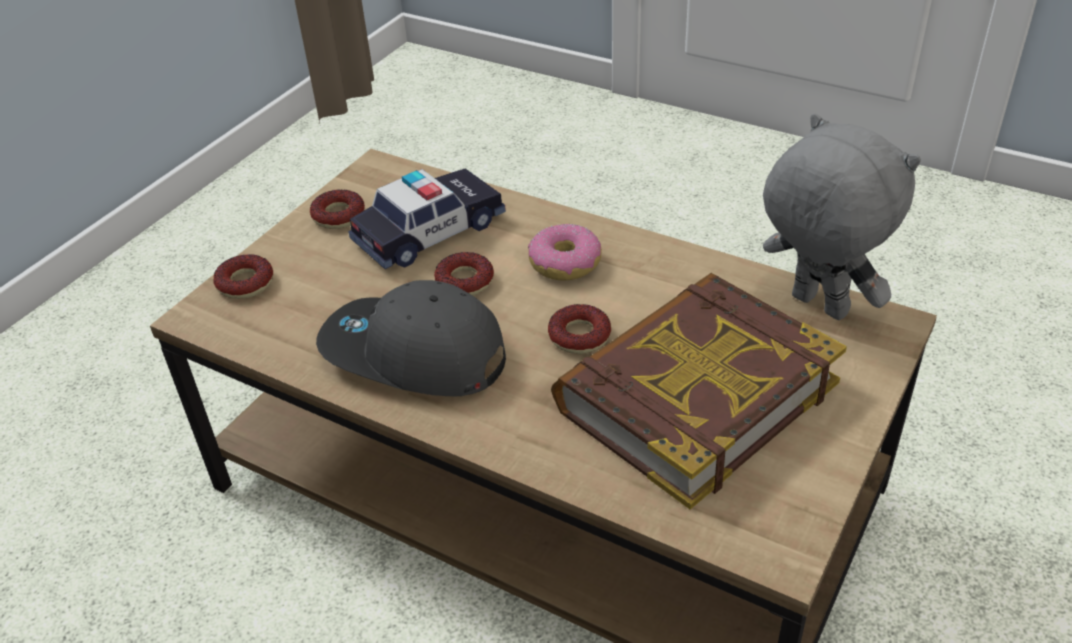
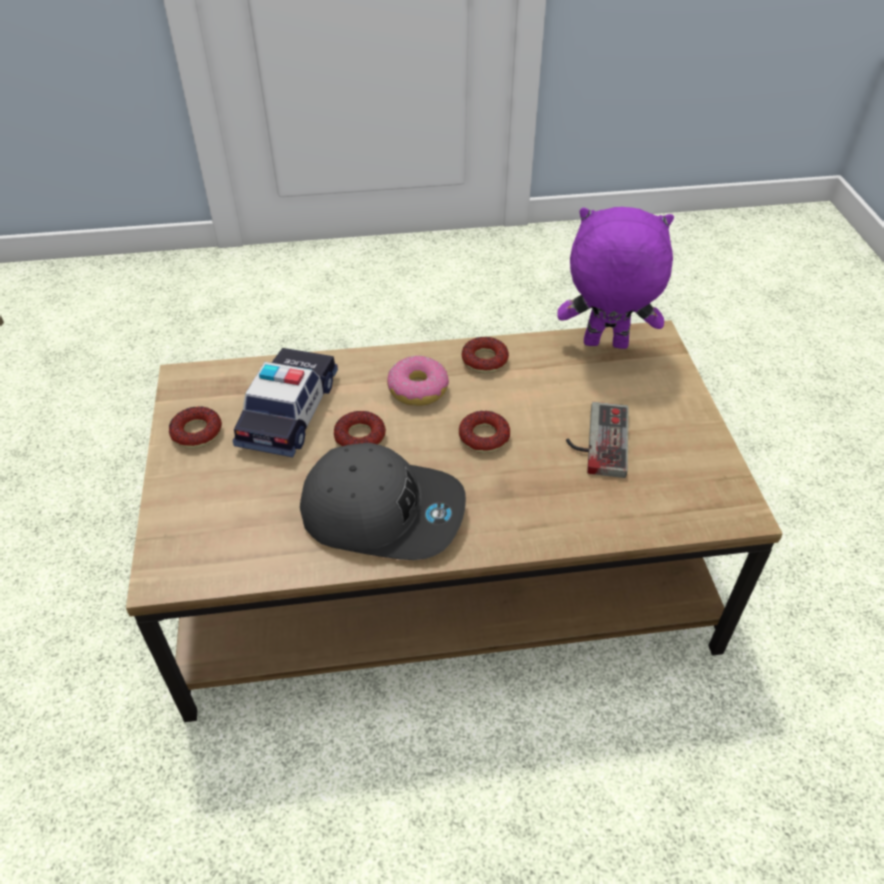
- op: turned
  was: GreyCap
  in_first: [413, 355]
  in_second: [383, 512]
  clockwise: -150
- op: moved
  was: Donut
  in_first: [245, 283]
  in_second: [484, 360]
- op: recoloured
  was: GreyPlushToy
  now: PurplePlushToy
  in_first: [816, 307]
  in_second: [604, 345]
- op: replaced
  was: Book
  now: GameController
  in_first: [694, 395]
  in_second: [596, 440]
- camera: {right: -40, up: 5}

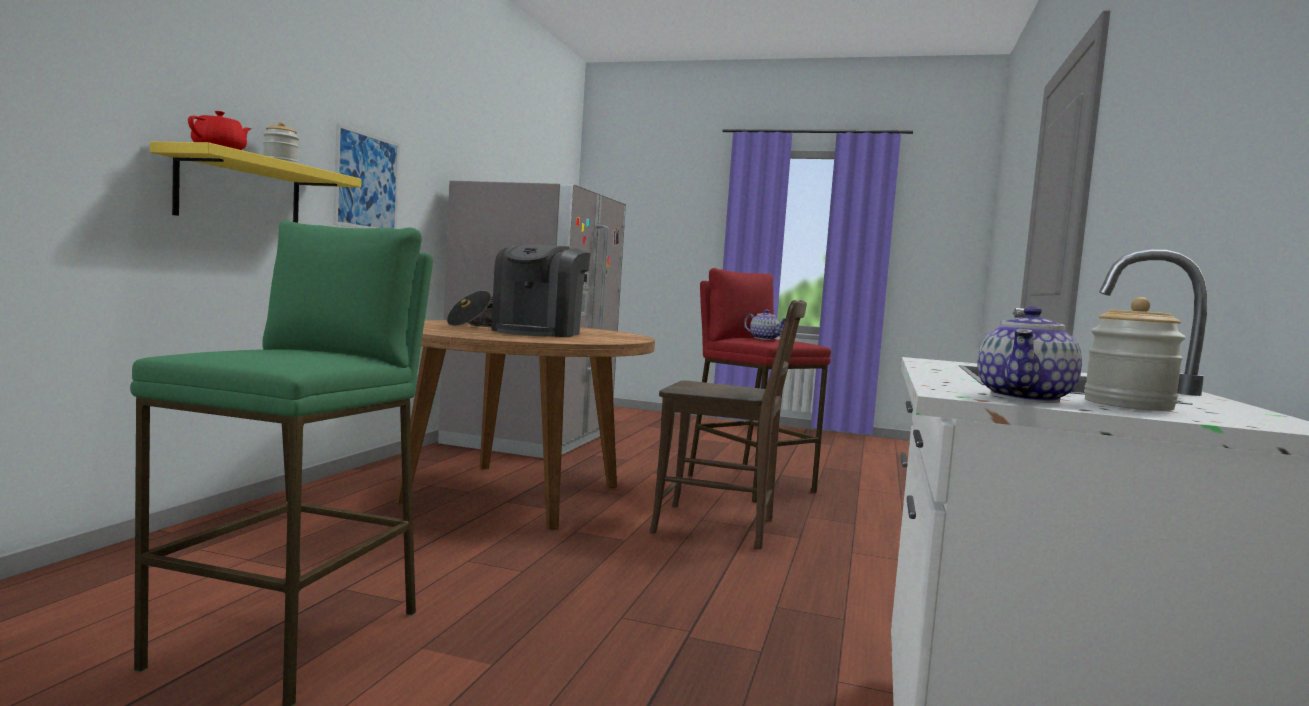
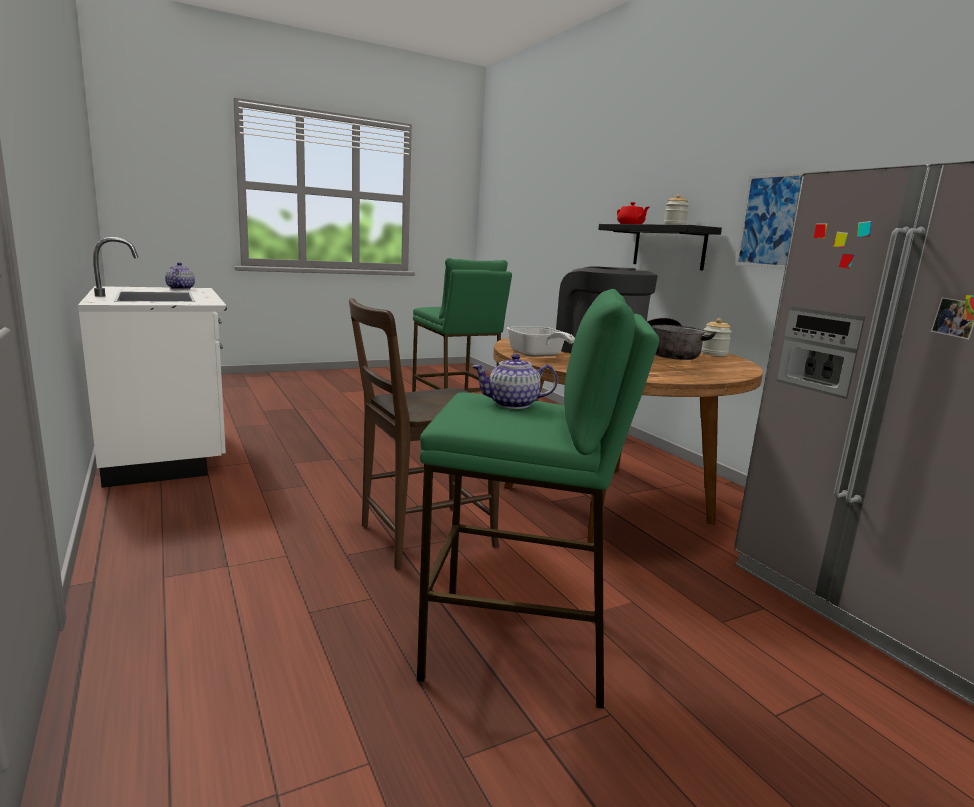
- op: recoloured
  was: RedStool
  now: GreenStool
  in_first: [749, 484]
  in_second: [518, 648]
- op: added
  now: FryingPan
  in_second: [538, 355]
- op: recoloured
  was: YellowShelf
  now: BlackShelf
  in_first: [240, 192]
  in_second: [669, 247]
- op: moved
  was: Jar
  in_first: [1128, 405]
  in_second: [713, 354]
- camera: {right: 135, up: 10}

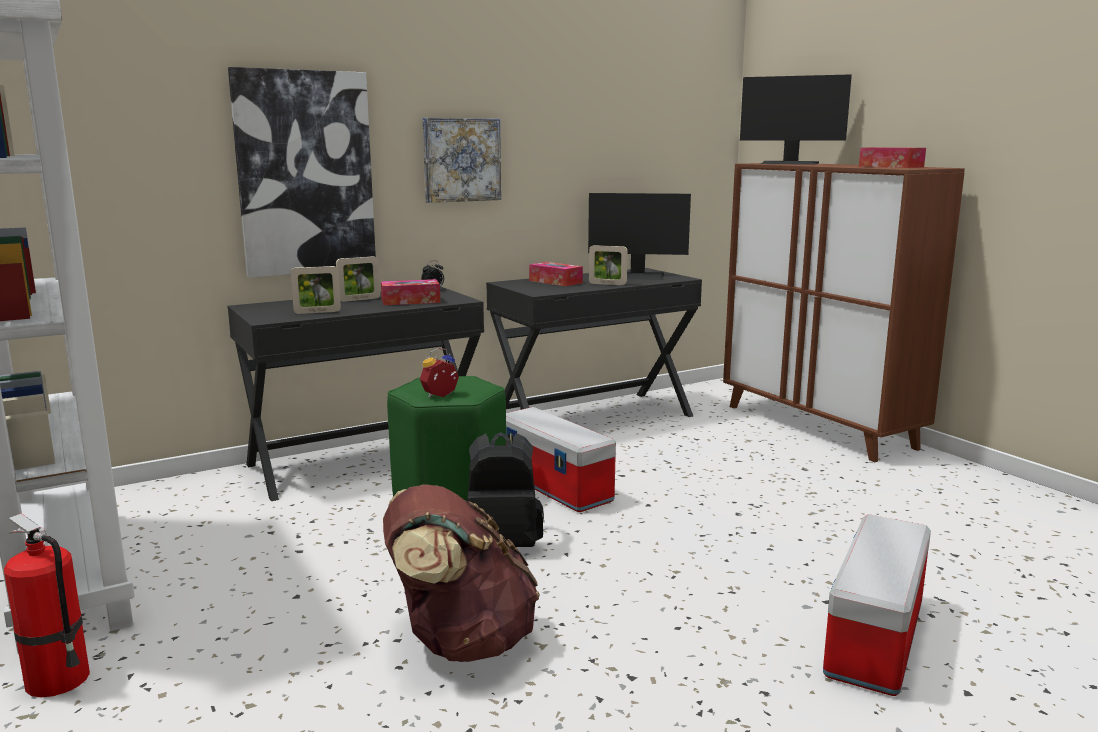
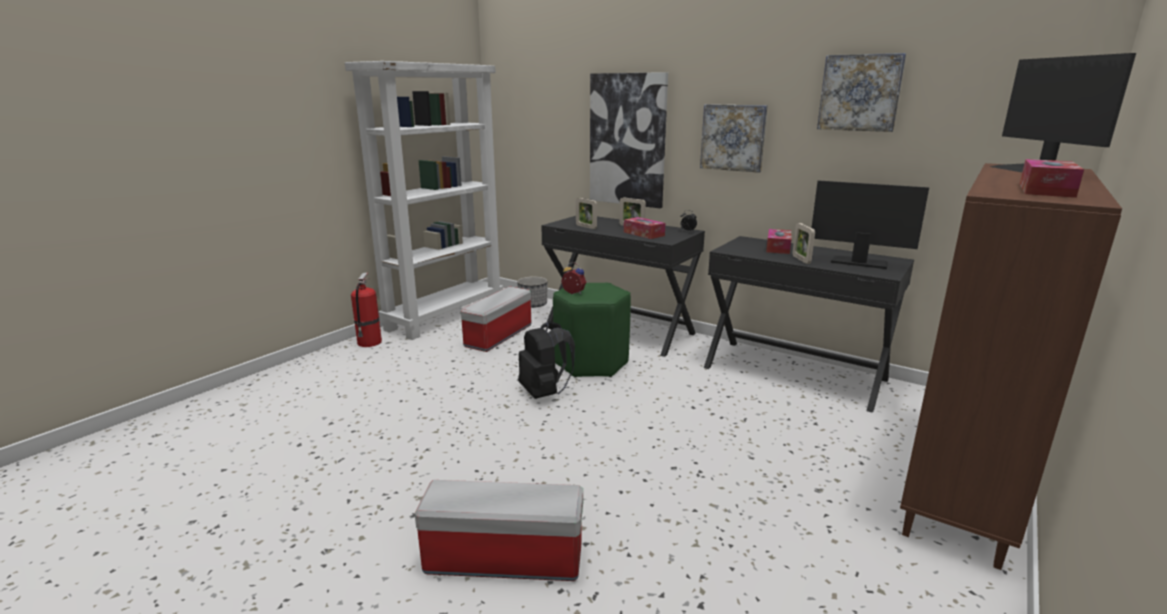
- op: moved
  was: StorageBox
  in_first: [556, 487]
  in_second: [498, 336]
- op: added
  now: Planter
  in_second: [533, 304]
- op: turned
  was: Monitor
  in_first: [637, 276]
  in_second: [858, 262]
  clockwise: 135
- op: added
  now: Picture
  in_second: [860, 93]
- op: removed
  was: BrownBackpack
  in_first: [460, 641]
- camera: {right: 65, up: 5}

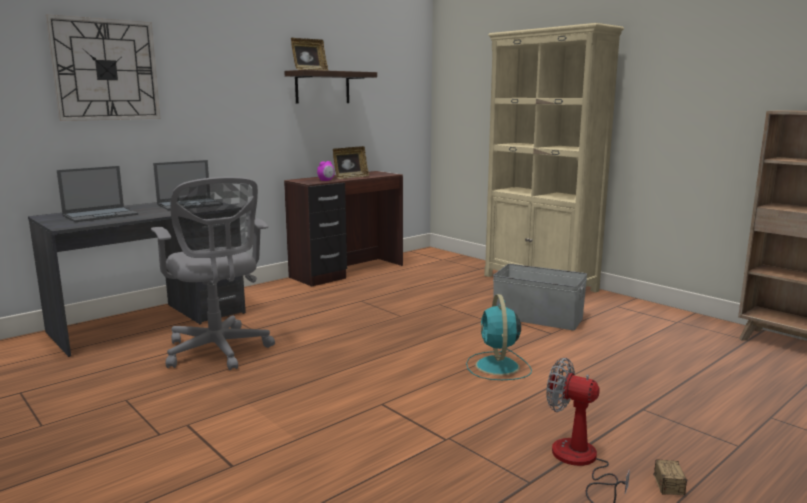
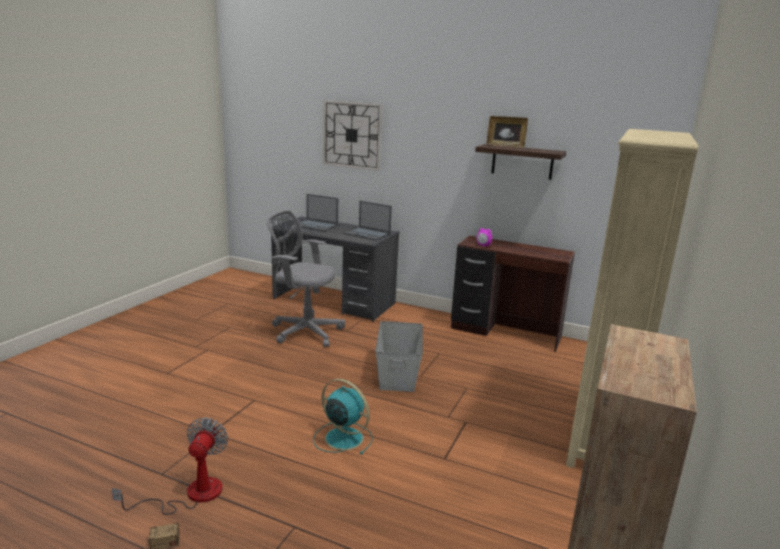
- op: turned
  was: GreyOfficeChair
  in_first: [218, 351]
  in_second: [304, 331]
  clockwise: 75
- op: turned
  was: TurquoiseFan
  in_first: [497, 367]
  in_second: [342, 437]
  clockwise: 60
- op: moved
  was: GreyStorageBox
  in_first: [537, 317]
  in_second: [398, 372]
- op: removed
  was: PictureFrame
  in_first: [350, 177]
- camera: {right: 65, up: 5}

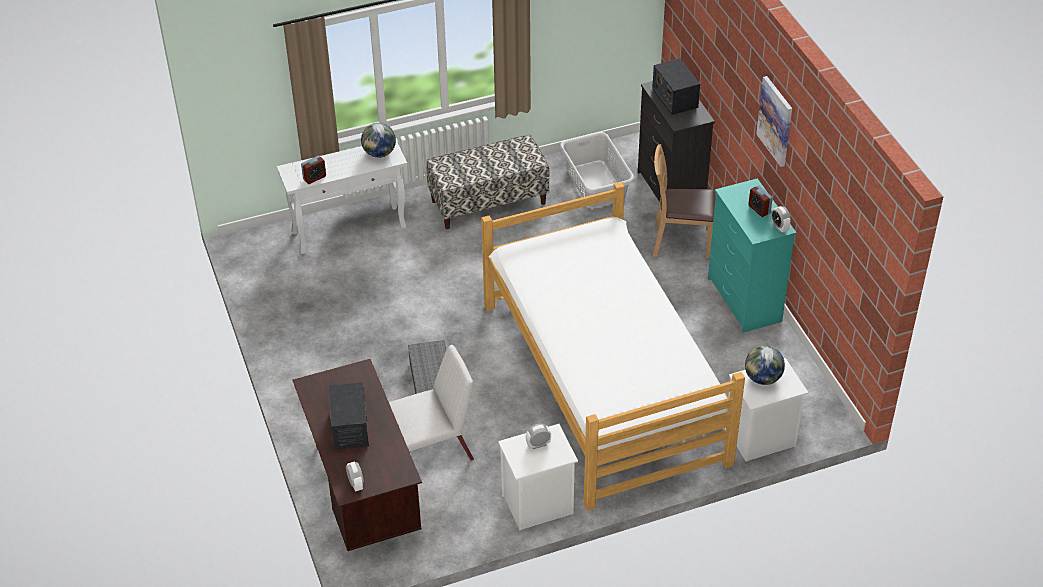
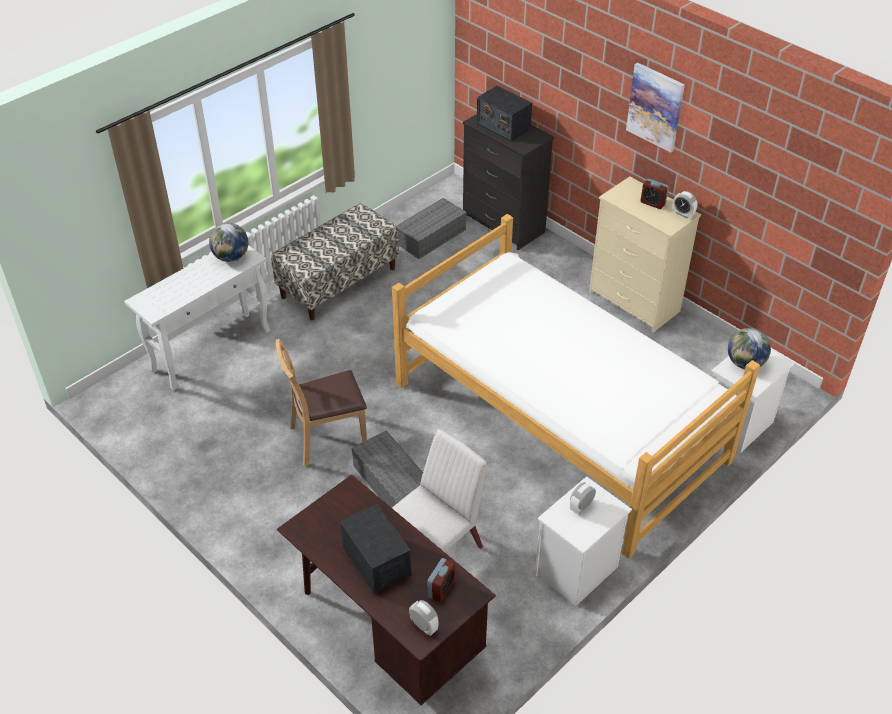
- op: moved
  was: BrownChair
  in_first: [680, 241]
  in_second: [327, 438]
- op: replaced
  was: GreyLaundryBasket
  now: GreyStorageBox
  in_first: [595, 184]
  in_second: [431, 237]
- op: moved
  was: AlarmClock
  in_first: [314, 178]
  in_second: [441, 589]
- op: recoloured
  was: TurquoiseDresser
  now: BeigeDresser
  in_first: [744, 300]
  in_second: [634, 302]
- camera: {right: -25, up: 0}

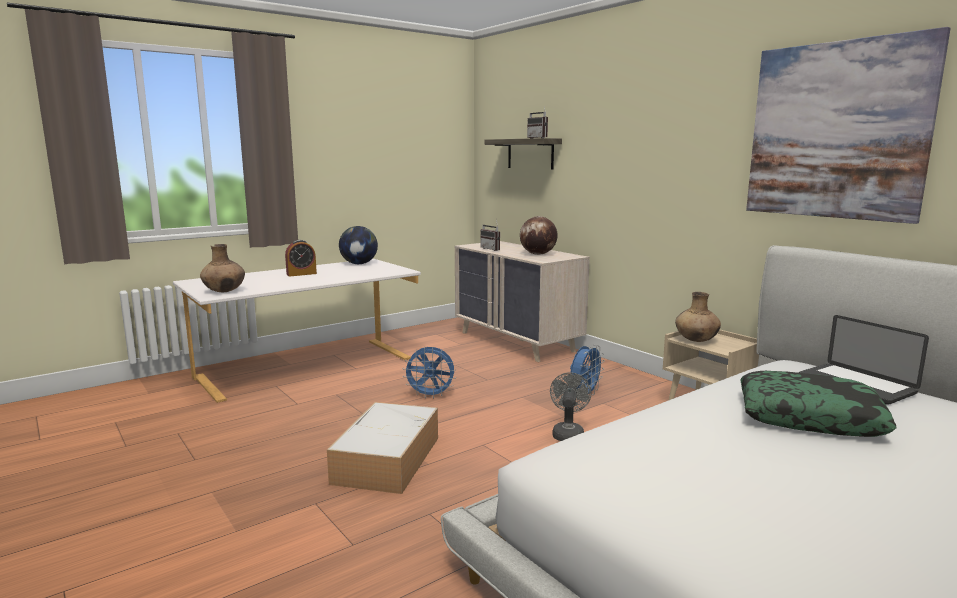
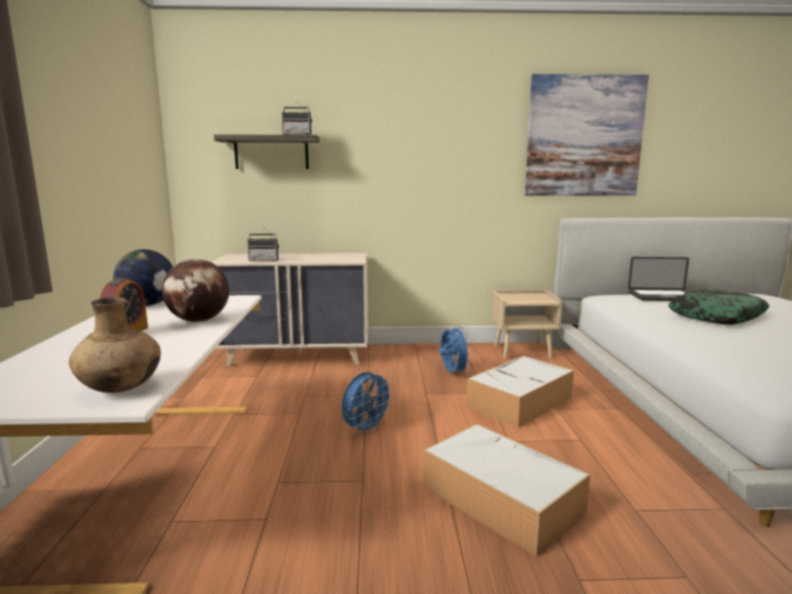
- op: moved
  was: Globe
  in_first: [538, 254]
  in_second: [199, 321]
- op: replaced
  was: GreyFan
  now: StorageBox
  in_first: [568, 433]
  in_second: [519, 402]
- op: removed
  was: BrownVase
  in_first: [696, 340]
- camera: {right: -55, up: 0}

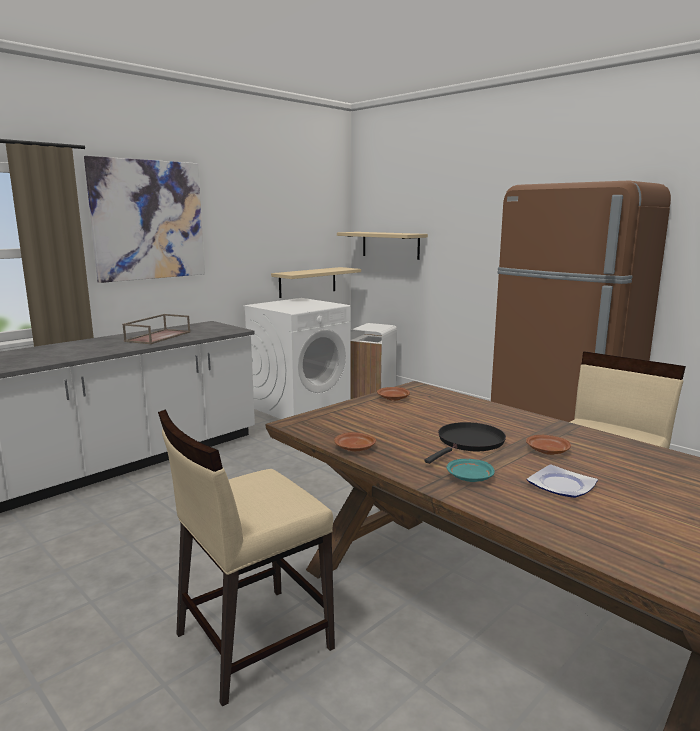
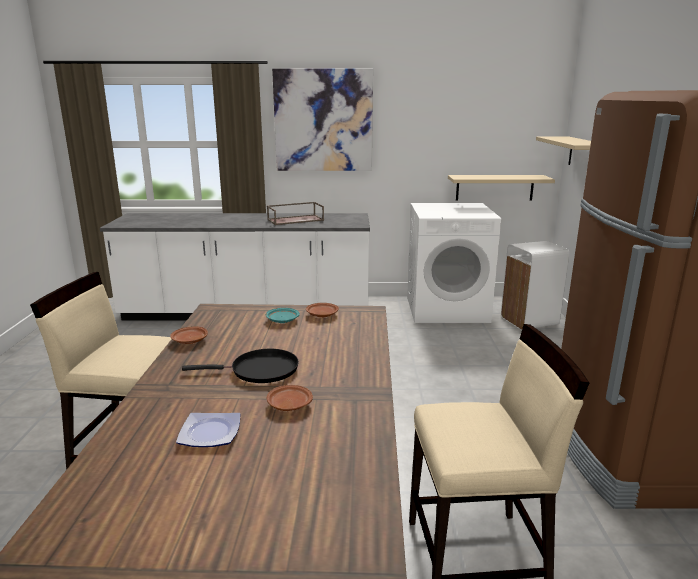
- op: moved
  was: TurquoisePlate
  in_first: [469, 478]
  in_second: [282, 320]
- camera: {right: 45, up: 5}

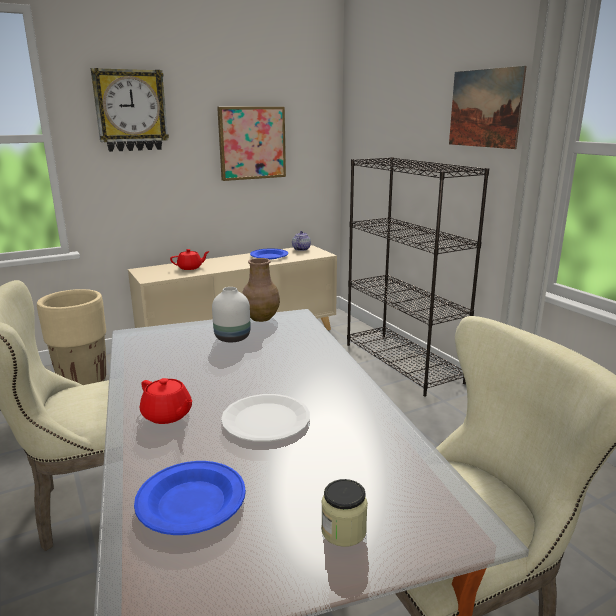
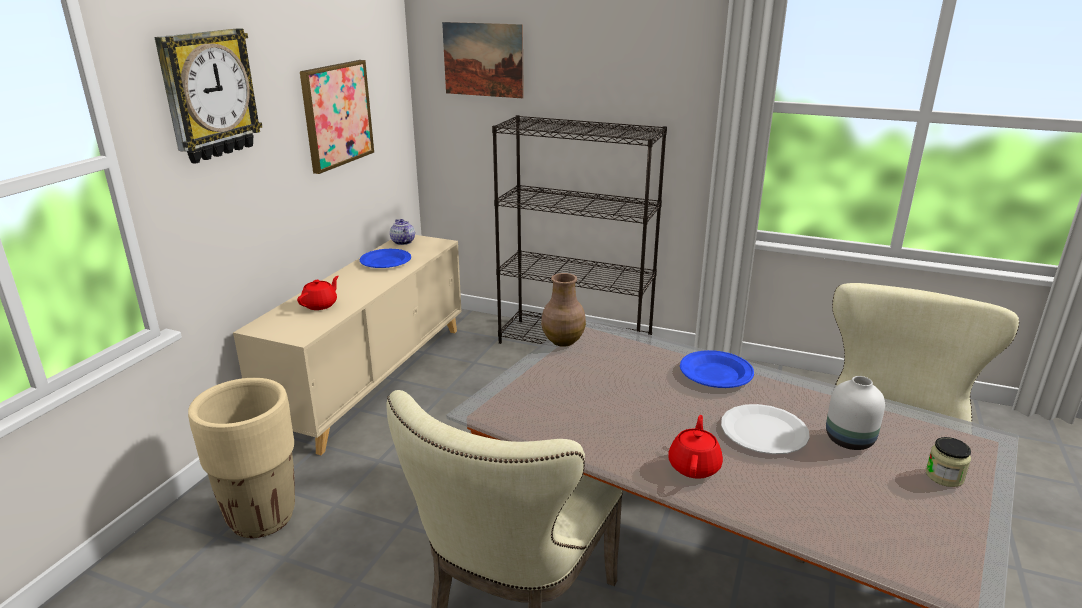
- op: moved
  was: Picture
  in_first: [485, 108]
  in_second: [483, 60]
- op: turned
  was: RedTeapot
  in_first: [167, 415]
  in_second: [694, 466]
  clockwise: -75
- op: moved
  was: BluePlate
  in_first: [192, 501]
  in_second: [716, 373]
- op: moved
  was: WhiteVase
  in_first: [233, 338]
  in_second: [849, 439]
- camera: {right: -40, up: 5}

